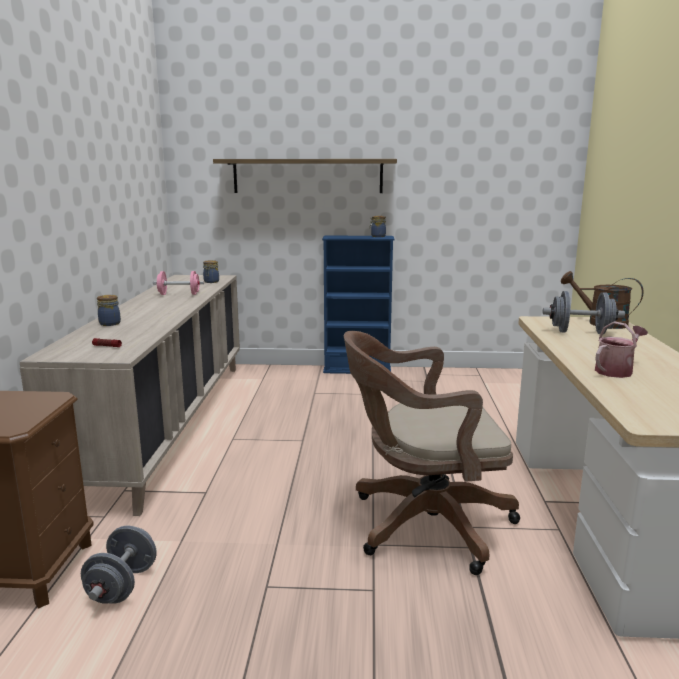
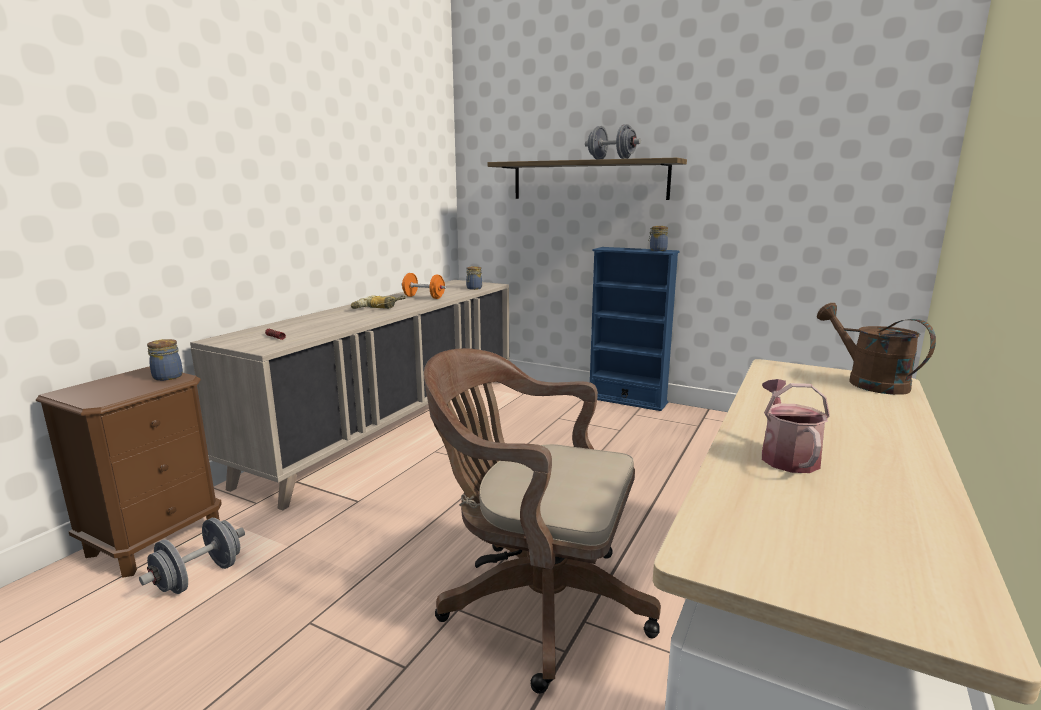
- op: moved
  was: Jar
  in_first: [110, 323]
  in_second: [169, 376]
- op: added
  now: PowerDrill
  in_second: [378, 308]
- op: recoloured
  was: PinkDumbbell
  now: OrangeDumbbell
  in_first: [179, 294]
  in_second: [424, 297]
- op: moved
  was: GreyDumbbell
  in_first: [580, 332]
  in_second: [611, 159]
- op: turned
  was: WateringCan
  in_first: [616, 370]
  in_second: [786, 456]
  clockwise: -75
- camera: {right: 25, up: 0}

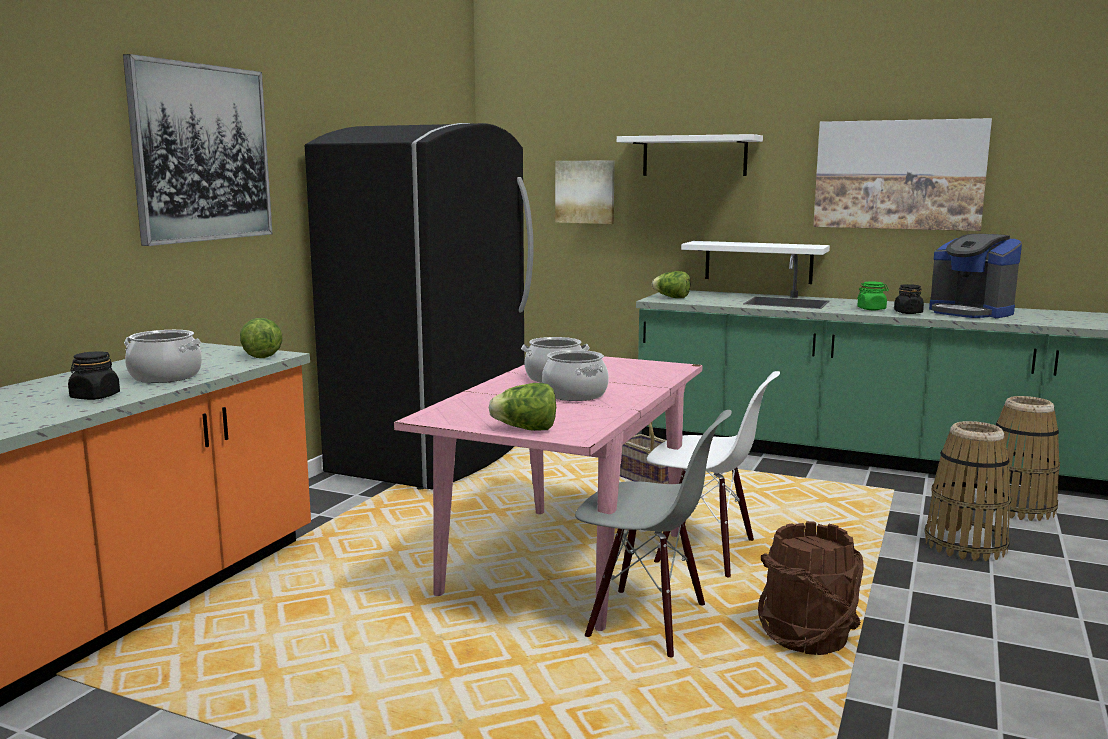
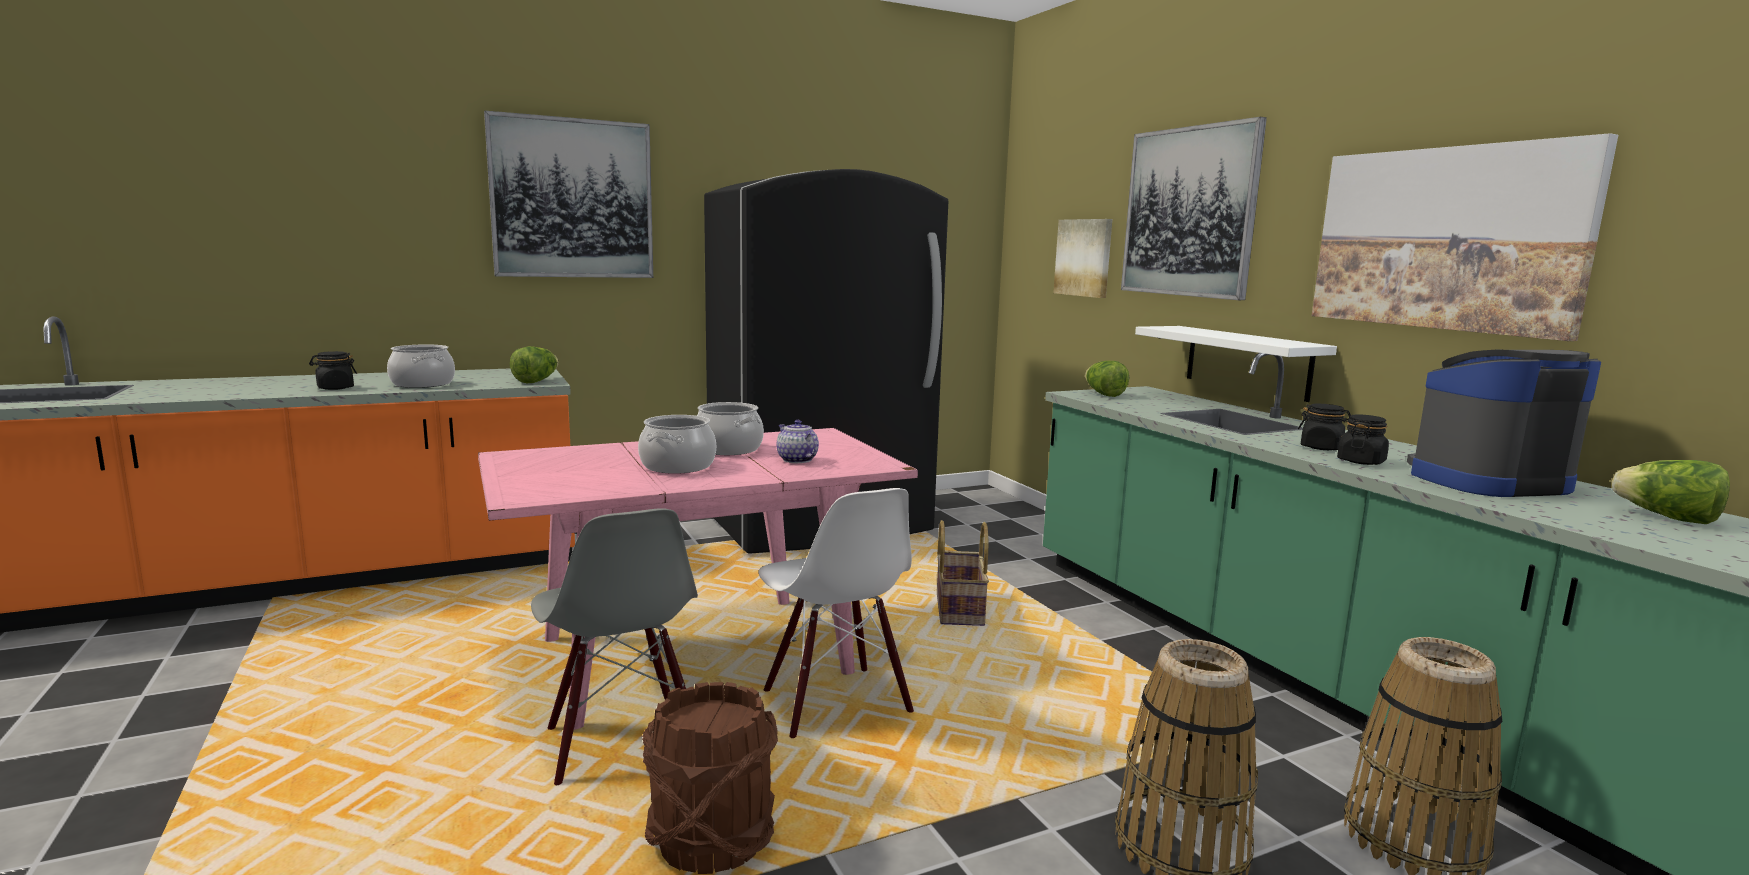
- op: added
  now: Teapot
  in_second: [796, 460]
- op: replaced
  was: WhiteShelf
  now: Picture
  in_first: [694, 156]
  in_second: [1189, 212]
- op: recoloured
  was: GreenJar
  now: BlackJar
  in_first: [871, 309]
  in_second: [1321, 447]
- op: turned
  was: CoffeeMachine
  in_first: [970, 312]
  in_second: [1485, 481]
  clockwise: 75
- op: moved
  was: Lettuce
  in_first: [526, 429]
  in_second: [1667, 518]
- camera: {right: 40, up: 0}

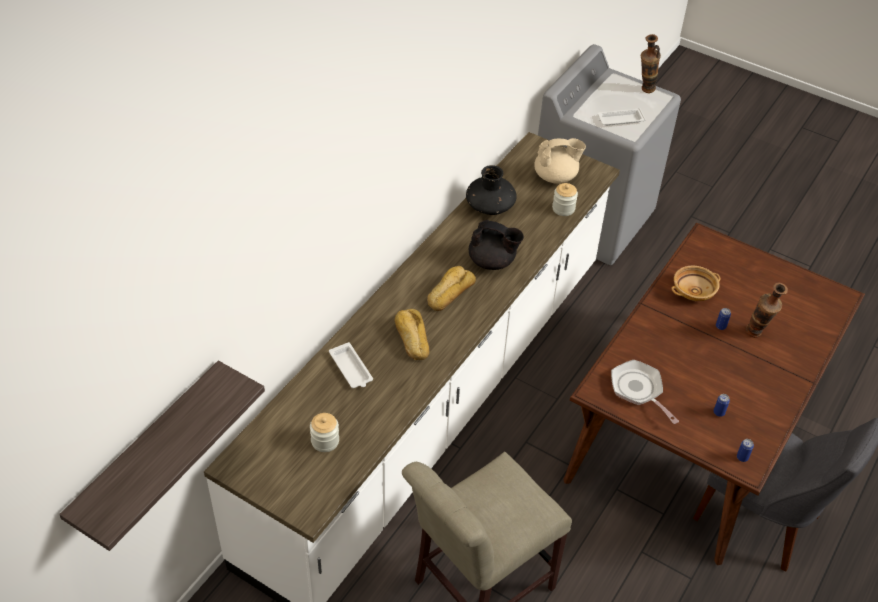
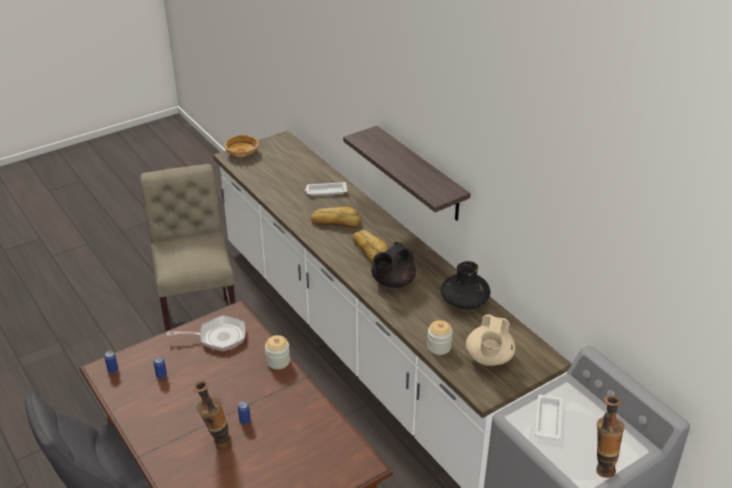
- op: moved
  was: BeigeBowl
  in_first: [693, 291]
  in_second: [242, 153]
- op: moved
  was: Jar
  in_first: [325, 441]
  in_second: [278, 361]
- op: moved
  was: Shelf
  in_first: [147, 450]
  in_second: [420, 174]
- camera: {right: 115, up: -10}

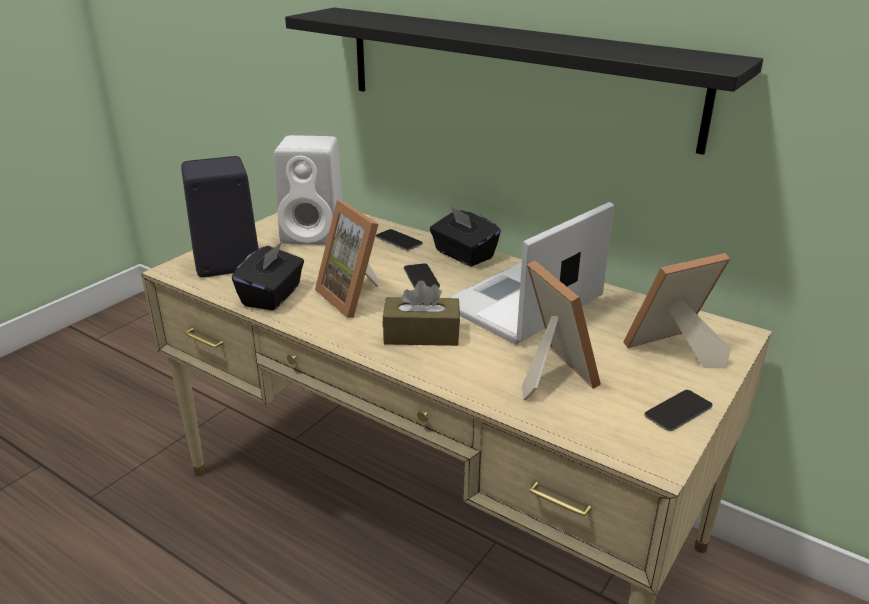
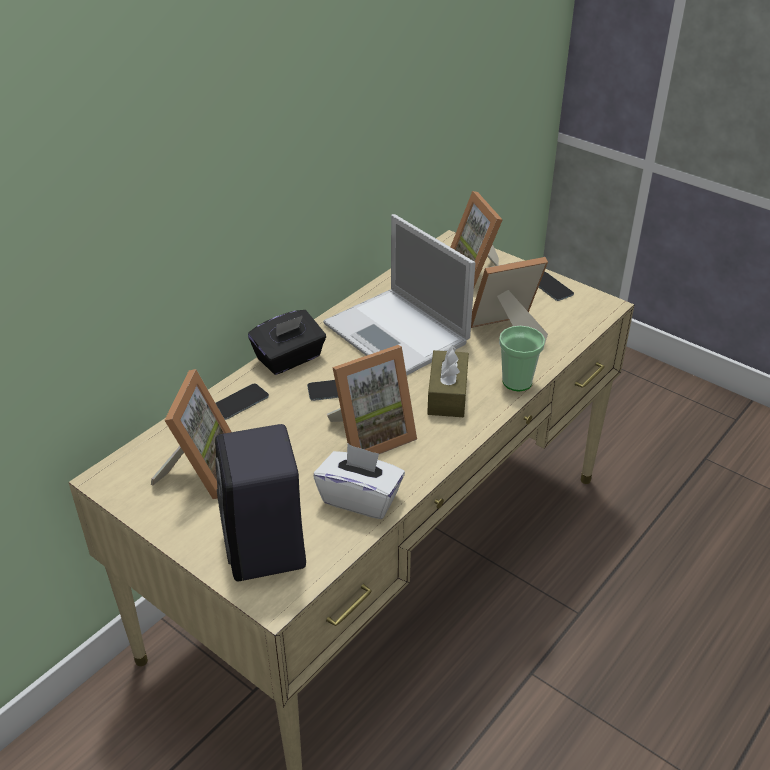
- op: replaced
  was: WhiteSpeaker
  now: PictureFrame
  in_first: [315, 234]
  in_second: [200, 470]
- op: recoloured
  was: BlackTissueBox
  now: WhiteTissueBox
  in_first: [272, 296]
  in_second: [360, 498]
- op: added
  now: Cup
  in_second: [517, 382]
- op: removed
  was: BlackShelf
  in_first: [513, 74]
- camera: {right: -85, up: 10}

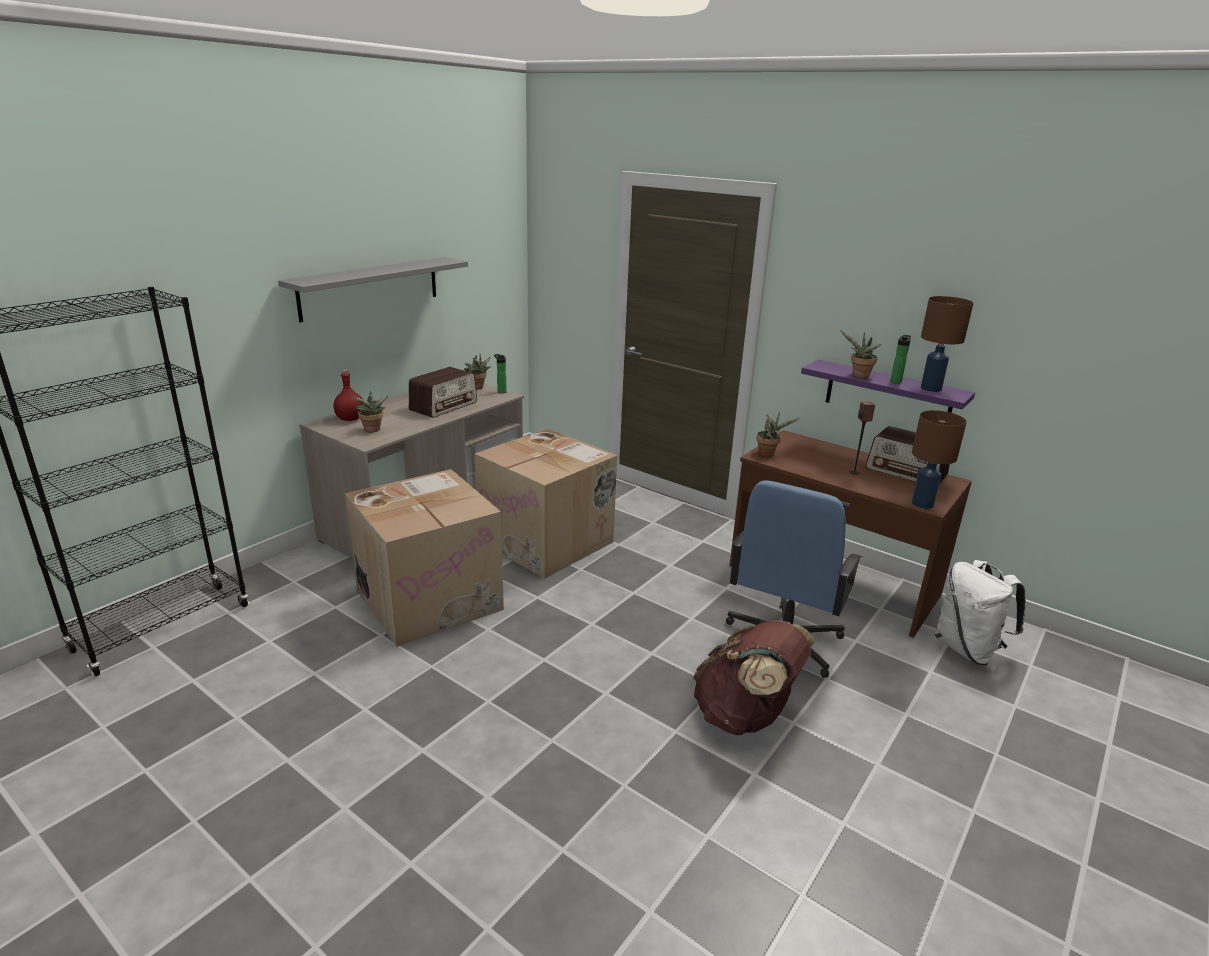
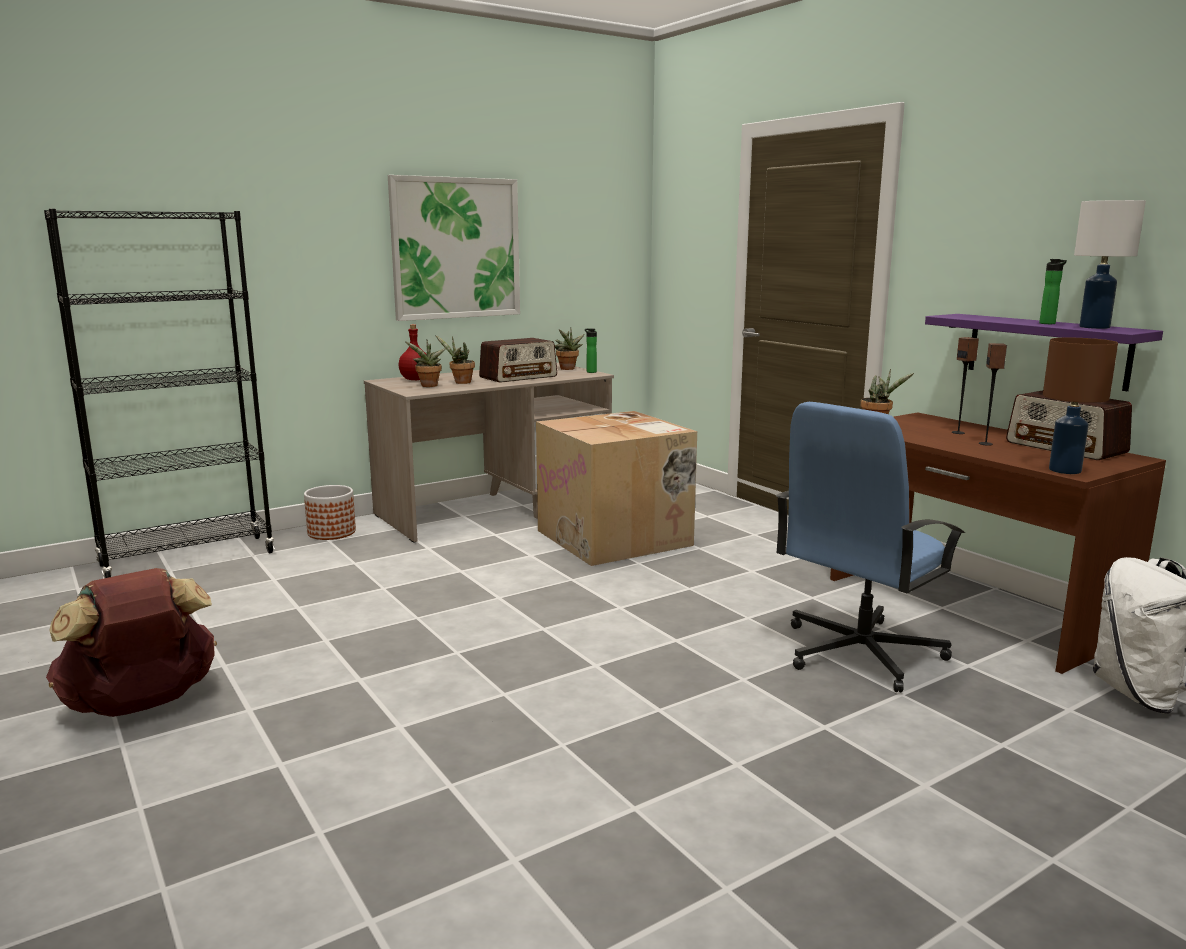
- op: moved
  was: BrownBackpack
  in_first: [745, 716]
  in_second: [142, 705]
- op: added
  now: Planter
  in_second: [332, 532]
- op: replaced
  was: GreyShelf
  now: Picture
  in_first: [370, 288]
  in_second: [456, 248]
- op: moved
  was: PottedPlant
  in_first: [859, 376]
  in_second: [460, 382]
- op: added
  now: Speaker
  in_second: [958, 432]
- op: recoloured
  was: BrownTableLamp
  now: WhiteTableLamp
  in_first: [931, 388]
  in_second: [1095, 327]
- op: removed
  was: CardboardBox
  in_first: [430, 598]
- camera: {right: 20, up: -10}

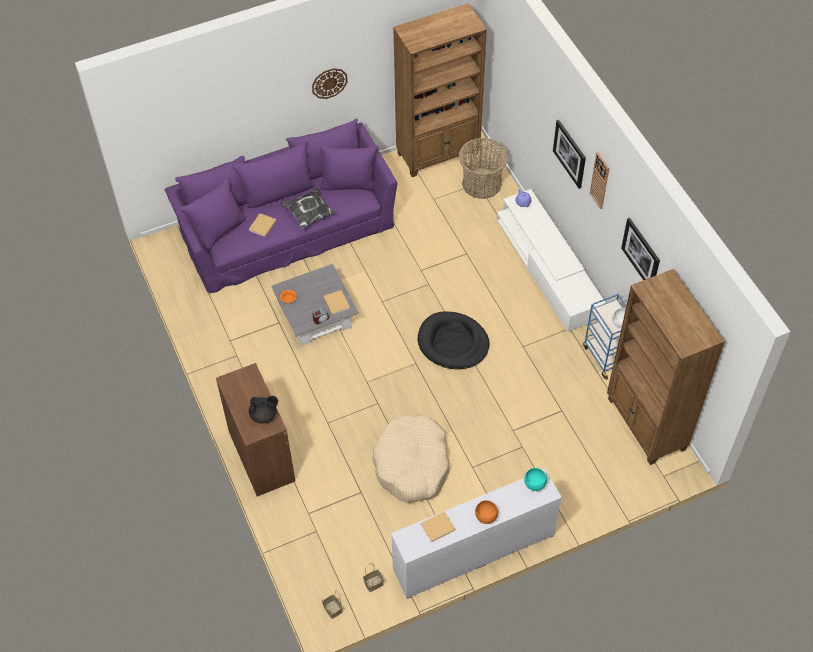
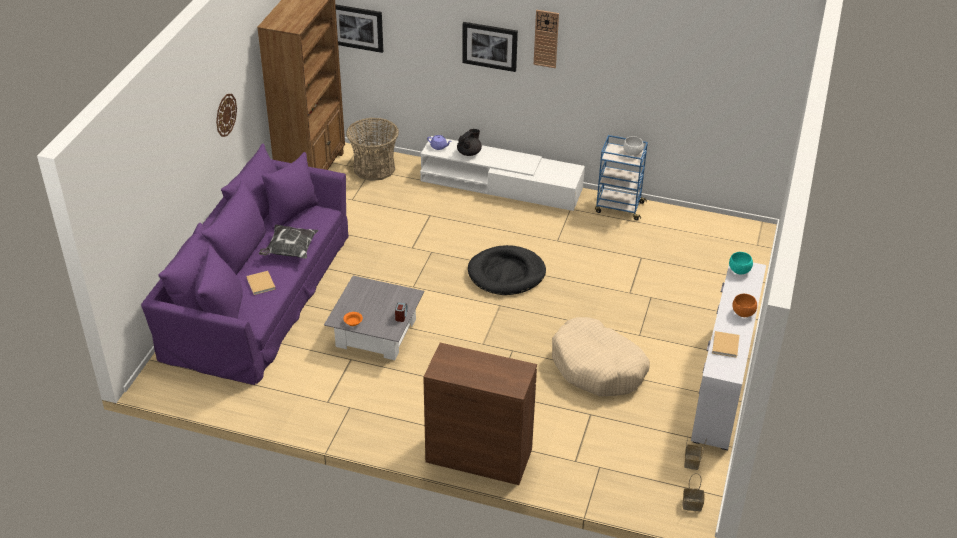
- op: moved
  was: Picture
  in_first: [641, 253]
  in_second: [357, 27]
- op: moved
  was: BlackTeapot
  in_first: [264, 415]
  in_second: [469, 153]
- op: removed
  was: BeigeBook
  in_first: [336, 302]
- op: removed
  was: BrownBookcase
  in_first: [646, 425]
- camera: {right: -50, up: -15}

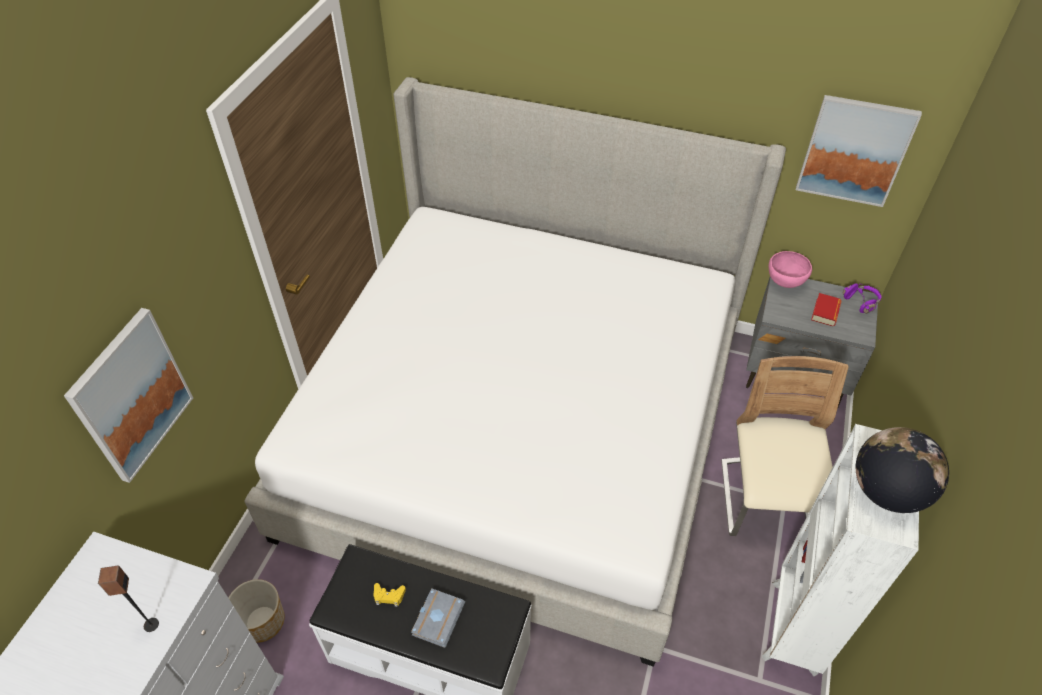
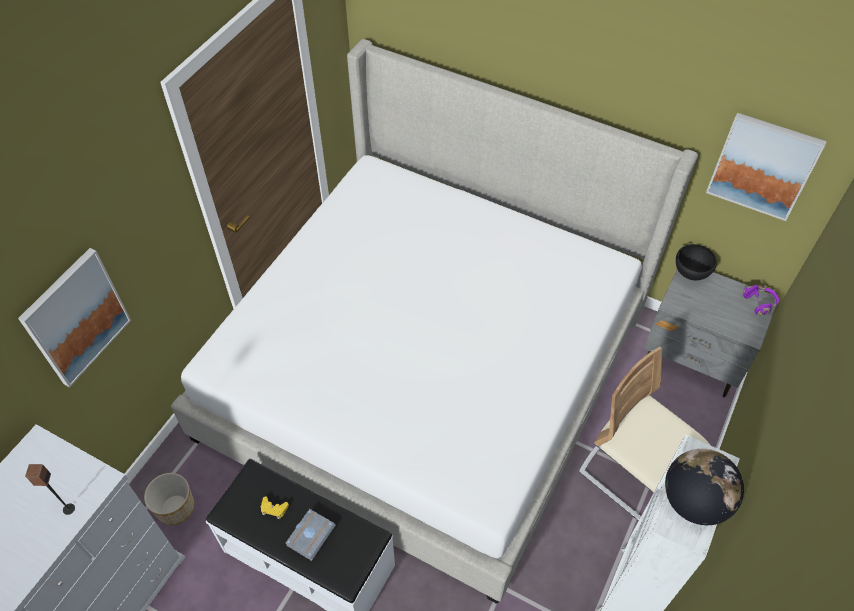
- op: turned
  was: BeigeChair
  in_first: [766, 502]
  in_second: [635, 474]
  clockwise: -60
- op: recoloured
  was: PinkBowl
  now: BlackBowl
  in_first: [785, 282]
  in_second: [691, 273]
- op: removed
  was: Book
  in_first: [825, 312]
- camera: {right: 10, up: 5}

